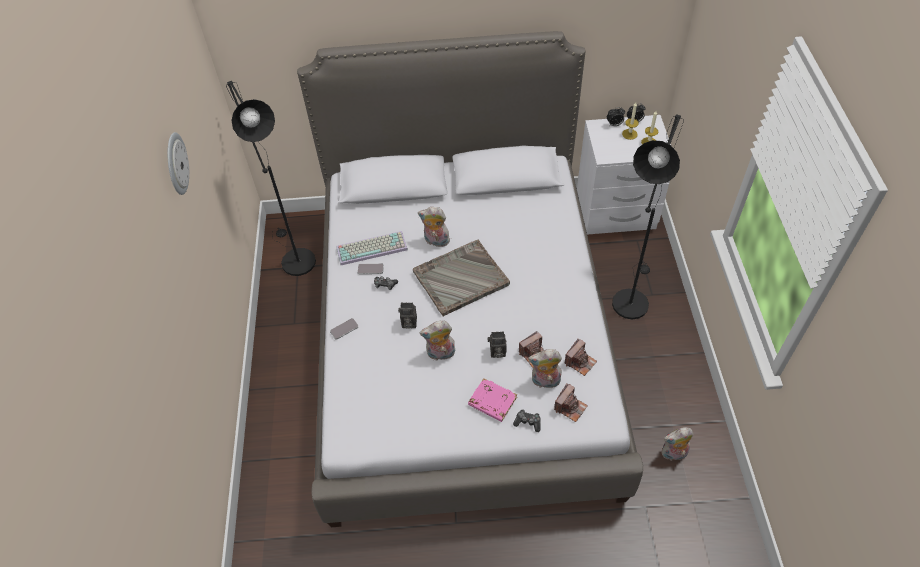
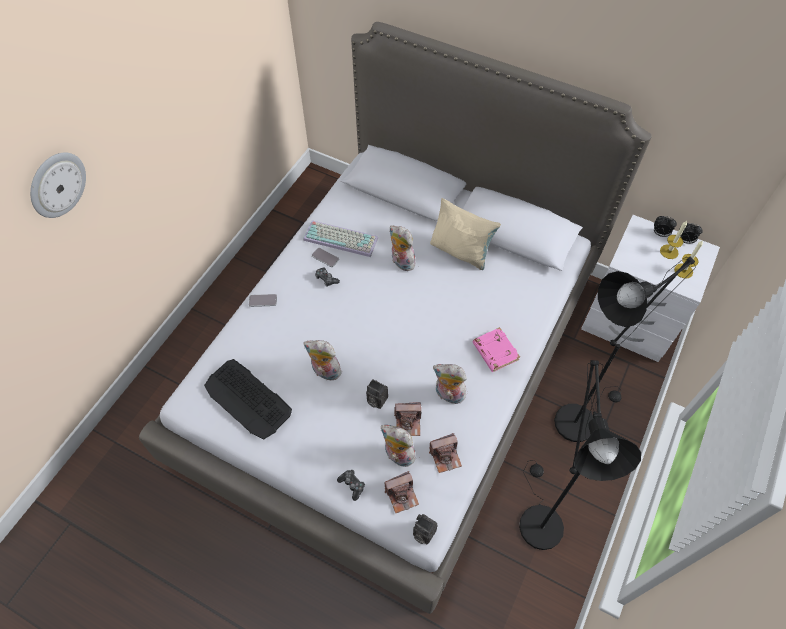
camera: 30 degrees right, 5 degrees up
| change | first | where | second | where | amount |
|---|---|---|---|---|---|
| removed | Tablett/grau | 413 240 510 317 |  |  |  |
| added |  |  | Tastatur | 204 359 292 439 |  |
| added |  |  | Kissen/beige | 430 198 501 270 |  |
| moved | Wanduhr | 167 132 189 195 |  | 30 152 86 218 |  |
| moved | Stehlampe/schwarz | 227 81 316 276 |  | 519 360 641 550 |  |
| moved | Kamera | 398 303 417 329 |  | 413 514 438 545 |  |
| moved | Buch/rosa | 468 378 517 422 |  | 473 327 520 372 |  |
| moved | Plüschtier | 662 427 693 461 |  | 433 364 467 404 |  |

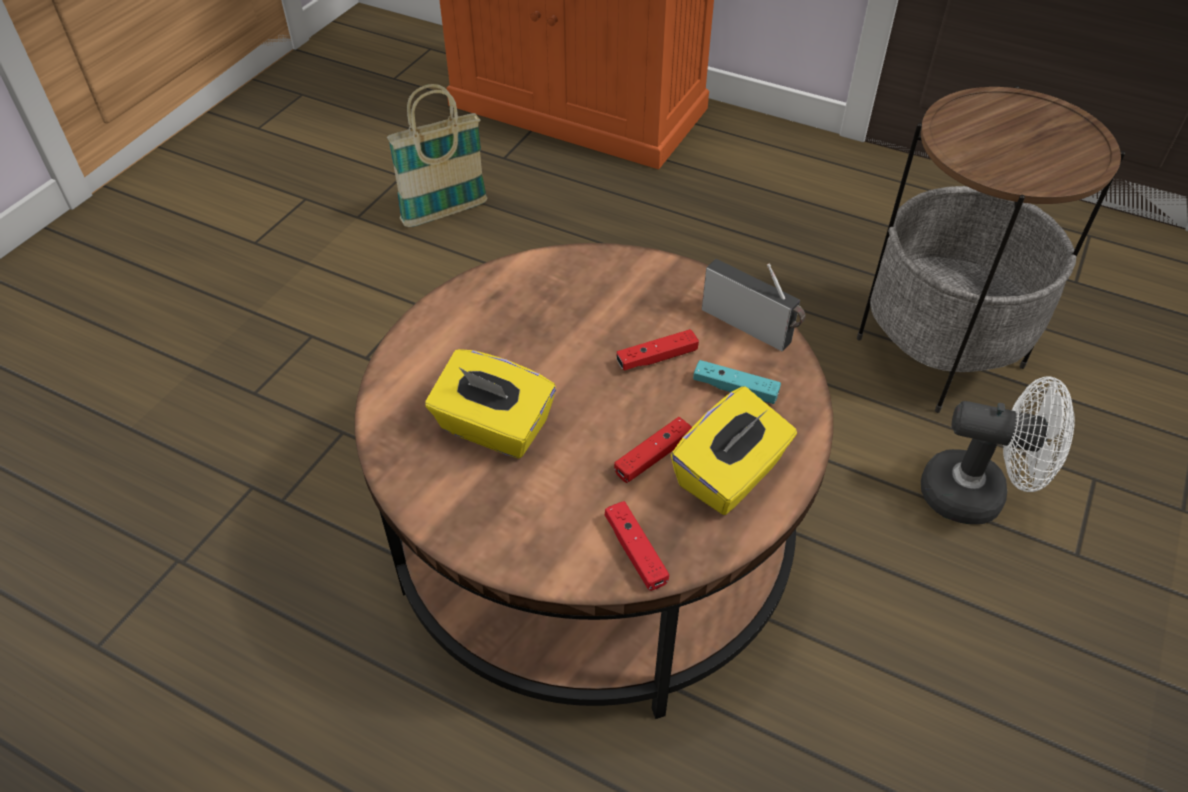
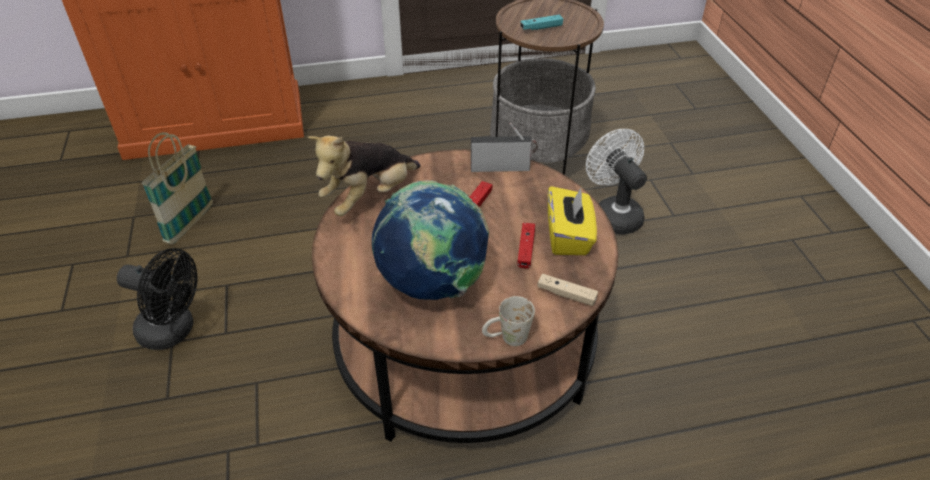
camera: 40 degrees left, 5 degrees down
| change | first | where | second | where | amount |
|---|---|---|---|---|---|
| added |  |  | Ventilator/schwarz | 117 248 198 350 |  |
| added |  |  | Plüschtier | 308 136 420 216 |  |
| added |  |  | Henkelbecher/weiß | 482 296 535 346 |  |
| moved | Gamepad/türkis | 693 360 781 404 |  | 520 15 563 30 |  |
| replaced | Taschentuchbox/gelb | 425 349 556 459 | Globus | 372 180 489 300 |  |
| recoloured | Gamepad/rot | 605 501 669 591 | Gamepad/beige | 537 274 598 306 |  |
| turned | Ventilator/weiß | 921 376 1075 524 |  | 586 129 647 235 | 90 degrees counterclockwise |

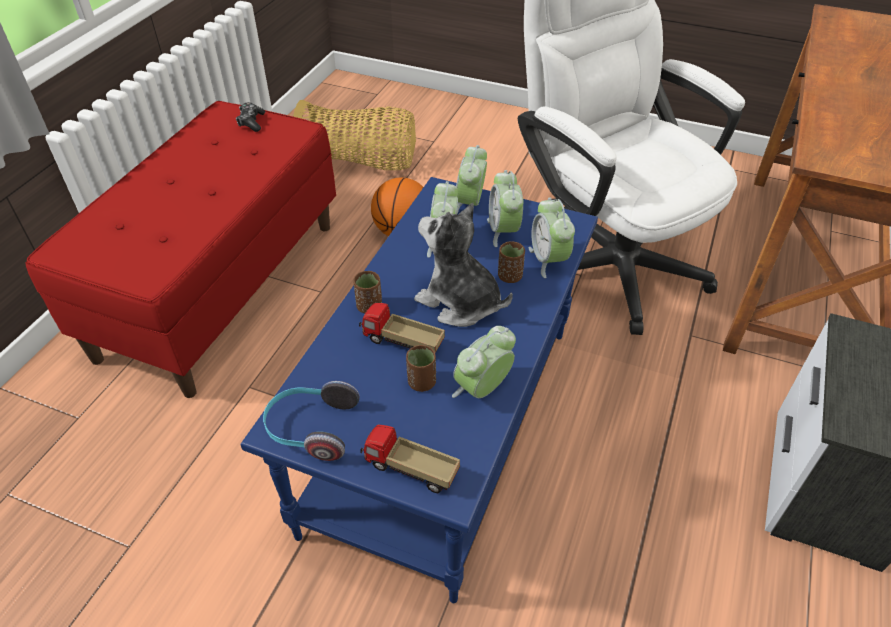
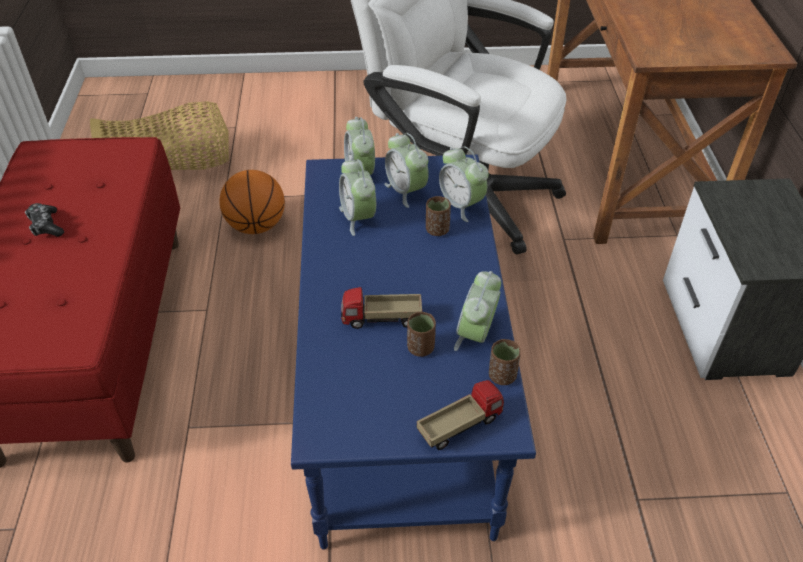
camera: 25 degrees left, 0 degrees up
| change | first | where | second | where | amount |
|---|---|---|---|---|---|
| removed | Kopfhörer | 263 381 360 461 |  |  |  |
| removed | Plüschtier | 414 203 513 327 |  |  |  |
| moved | Gamepad | 236 102 265 132 |  | 25 203 64 237 |  |
| moved | Tasse/braun | 353 271 382 313 |  | 489 339 521 385 |  |
| turned | Spielzeuglaster | 360 424 460 493 |  | 417 380 504 450 | 150 degrees clockwise |

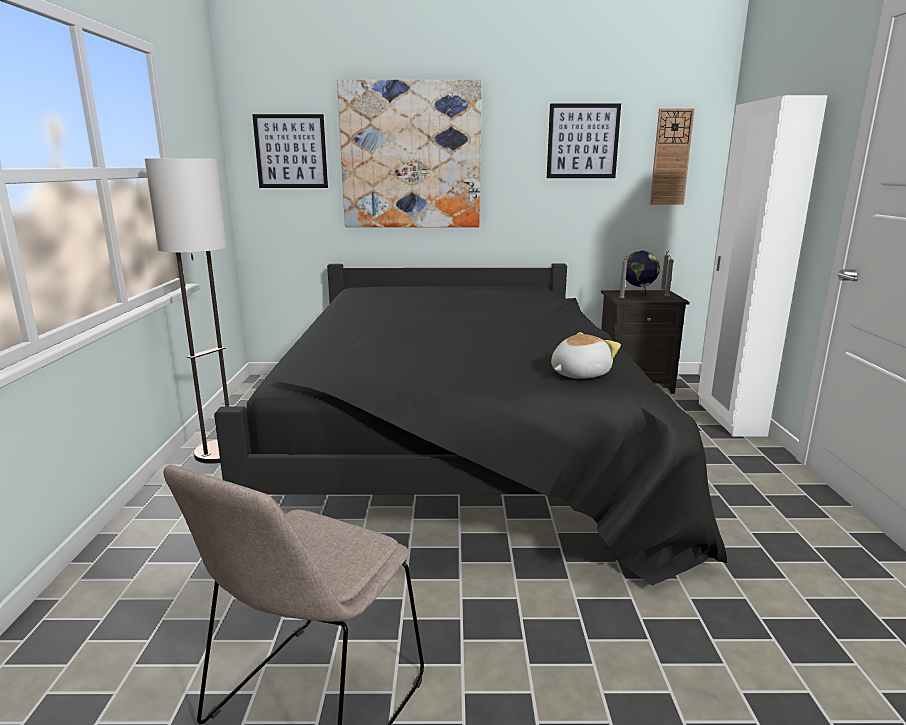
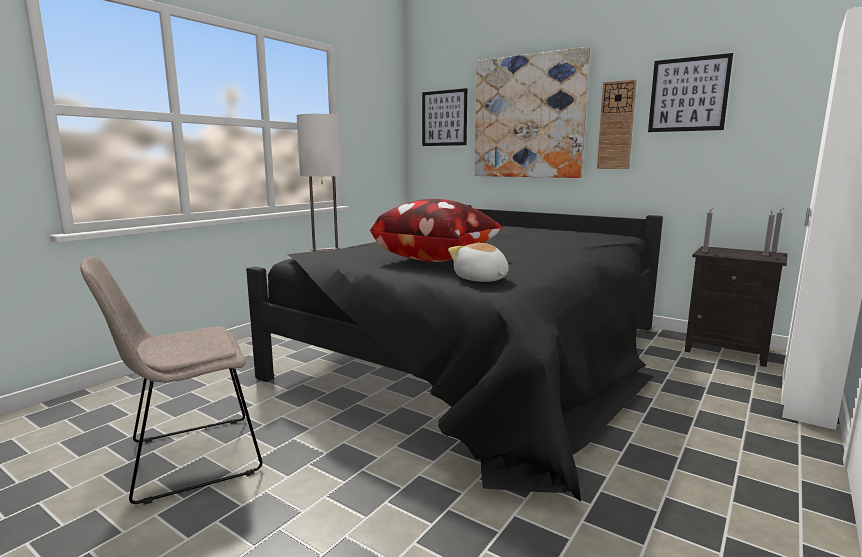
camera: 35 degrees right, 5 degrees down
| change | first | where | second | where | amount |
|---|---|---|---|---|---|
| removed | Globus | 626 251 660 299 |  |  |  |
| added |  |  | Kissen | 369 199 503 262 |  |
| moved | Wanduhr | 650 109 695 205 |  | 597 80 637 169 |  |
| turned | Plüschtier | 551 332 621 379 |  | 448 243 509 282 | 120 degrees counterclockwise |

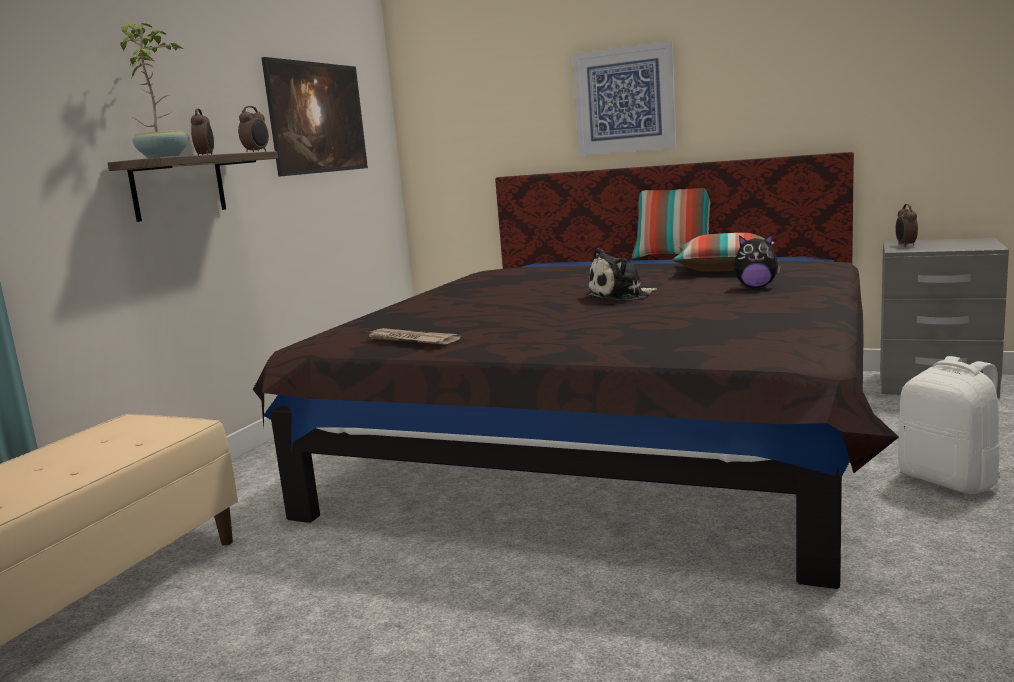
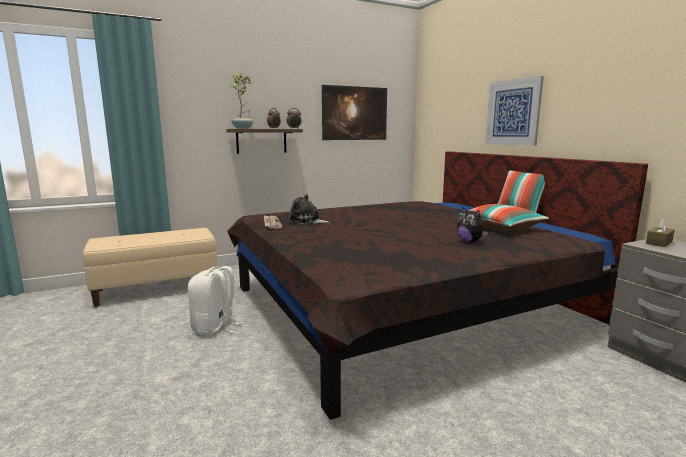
camera: 40 degrees right, 0 degrees up
| change | first | where | second | where | amount |
|---|---|---|---|---|---|
| moved | Plüschtier | 586 248 657 301 |  | 288 194 330 224 |  |
| moved | Rucksack/weiß | 897 356 1000 494 |  | 188 266 243 336 |  |
| replaced | Wecker | 895 204 918 247 | Taschentuchbox/braun | 646 218 675 247 |  |

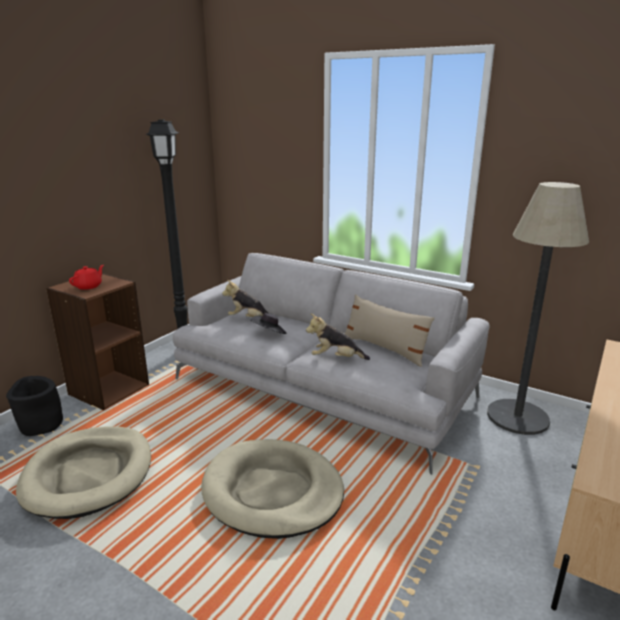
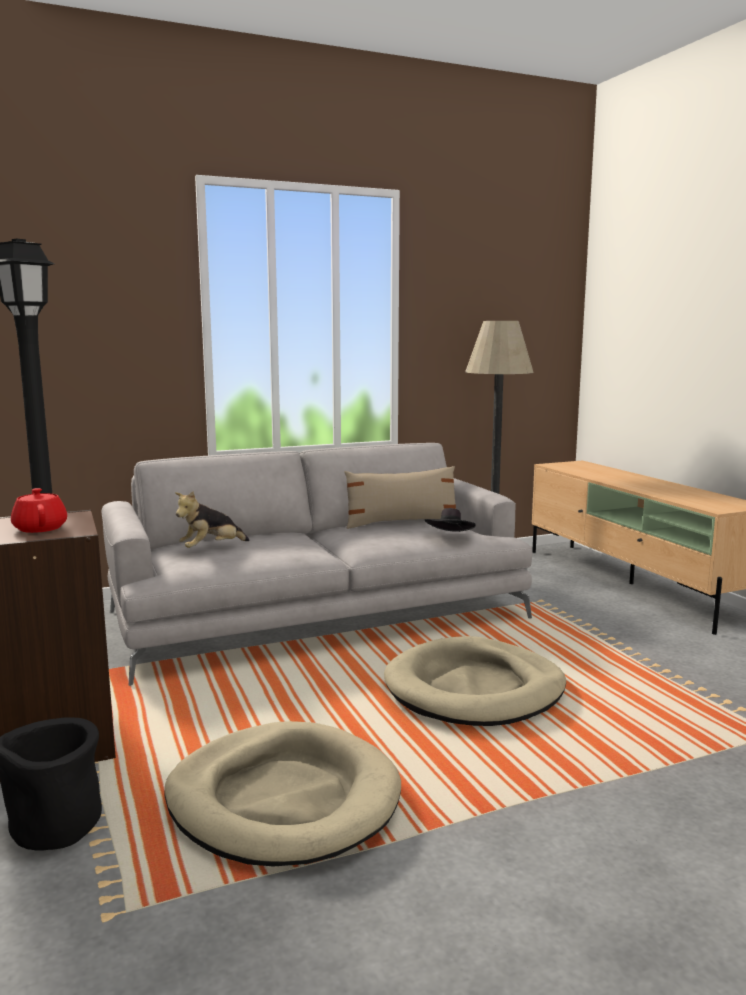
camera: 55 degrees left, 10 degrees down
| change | first | where | second | where | amount |
|---|---|---|---|---|---|
| removed | Plüschtier | 306 314 370 360 |  |  |  |
| moved | Hut/schwarz | 250 313 287 334 |  | 425 508 476 532 |  |

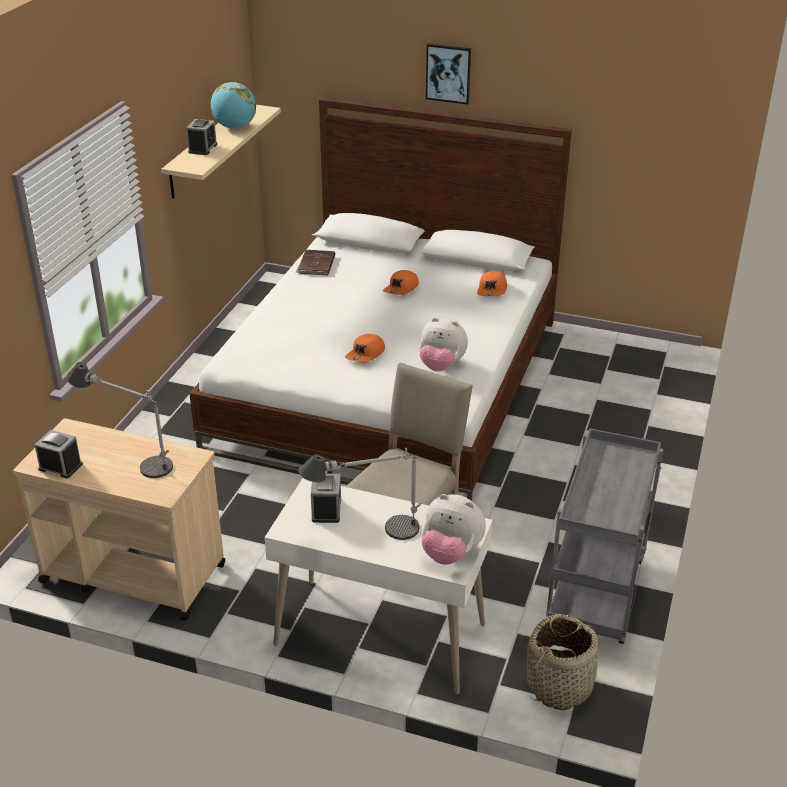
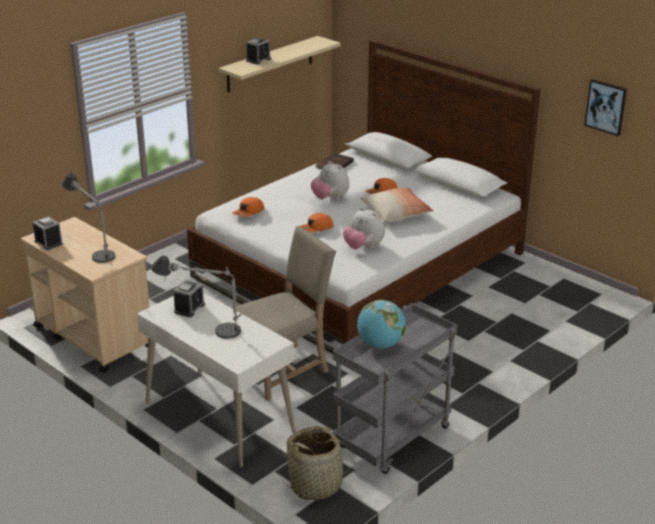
camera: 25 degrees right, 5 degrees down
| change | first | where | second | where | amount |
|---|---|---|---|---|---|
| added |  |  | Kissen | 360 188 434 222 |  |
| moved | Globus | 211 82 256 129 |  | 357 300 406 348 |  |
| moved | Plüschtier | 421 494 486 565 |  | 311 161 349 200 |  |
| moved | Bild | 426 44 471 105 |  | 584 79 627 136 |  |
| moved | Kappe/orange | 477 271 507 296 |  | 232 197 264 217 |  |

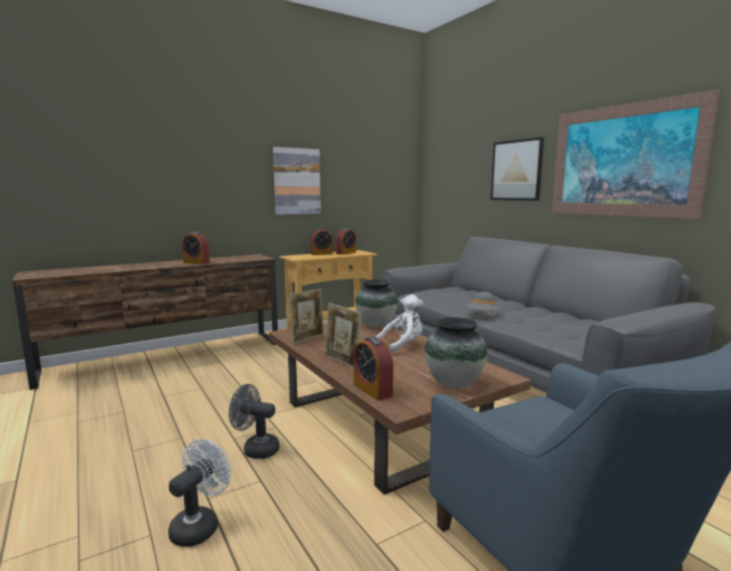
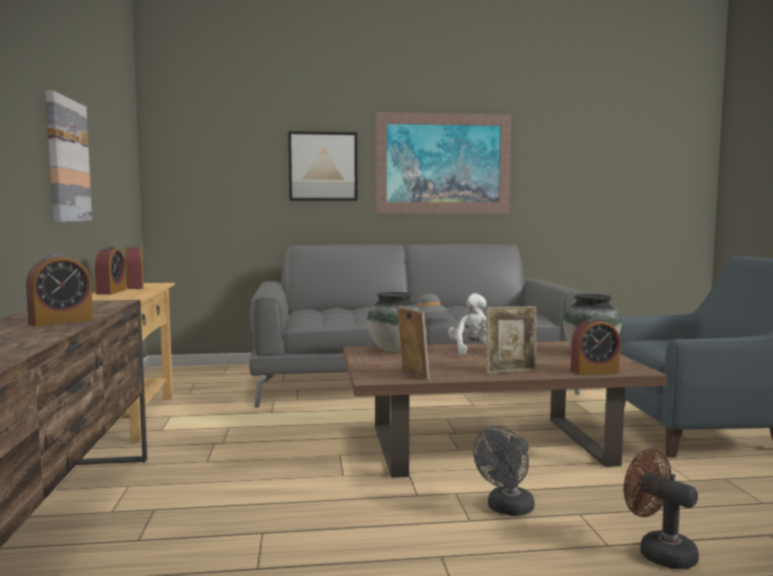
camera: 65 degrees left, 5 degrees down
| change | first | where | second | where | amount |
|---|---|---|---|---|---|
| recoloured | Ventilator/weiß | 168 439 231 547 | Ventilator/braun | 624 449 699 569 |  |

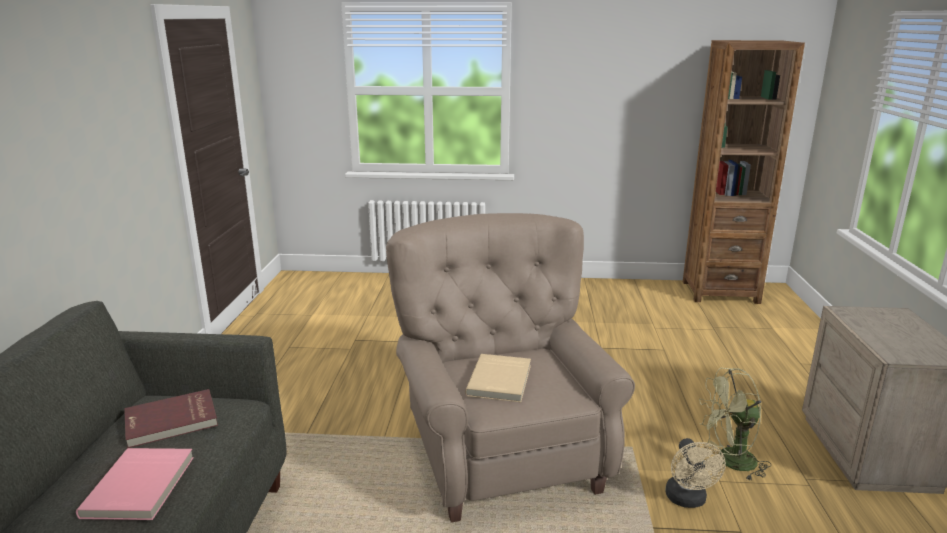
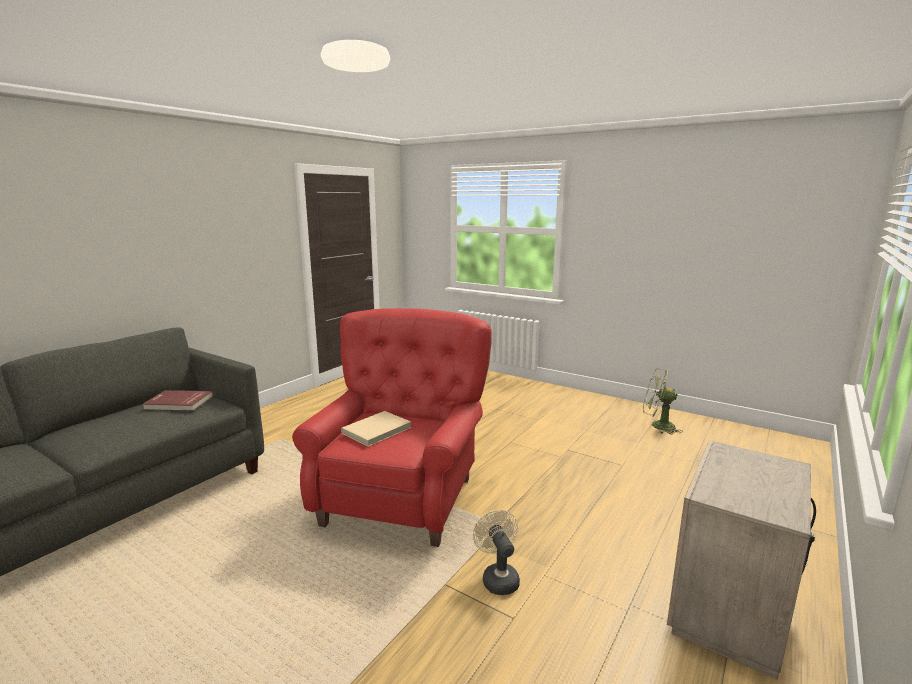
camera: 30 degrees right, 5 degrees down
| change | first | where | second | where | amount |
|---|---|---|---|---|---|
| removed | Buch/rosa | 76 448 194 520 |  |  |  |
| removed | Bücherregal/braun | 683 40 805 304 |  |  |  |
| moved | Ventilator/grün | 699 368 771 480 |  | 643 368 683 435 |  |
| recoloured | Sessel/beige | 386 213 635 523 | Sessel/rot | 292 308 492 547 |  |
| turned | Ventilator/beige | 665 438 726 508 |  | 473 510 520 595 | 135 degrees clockwise |

